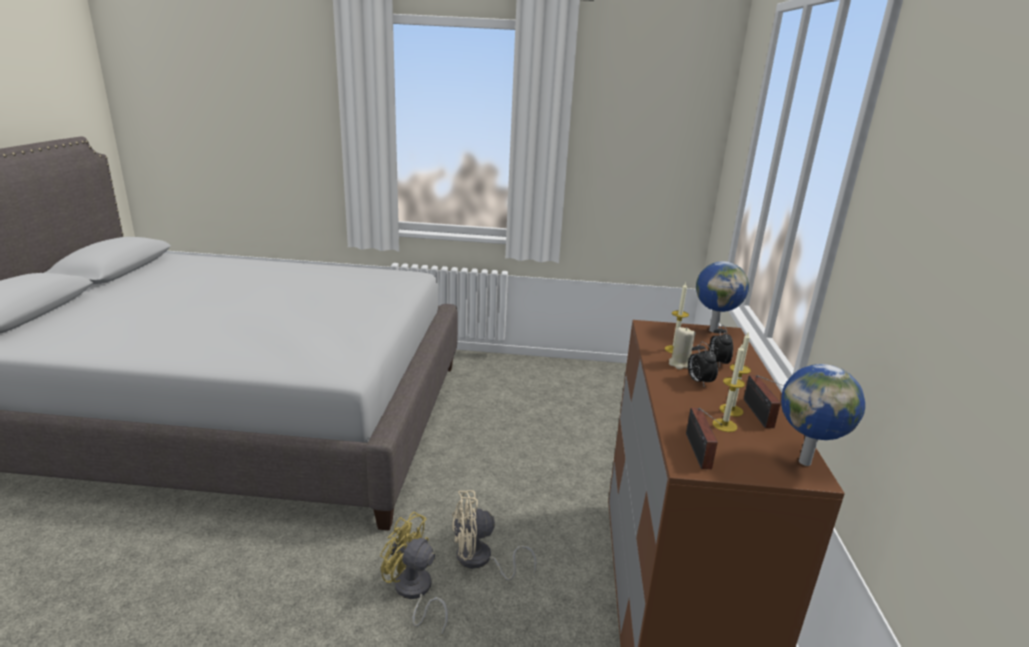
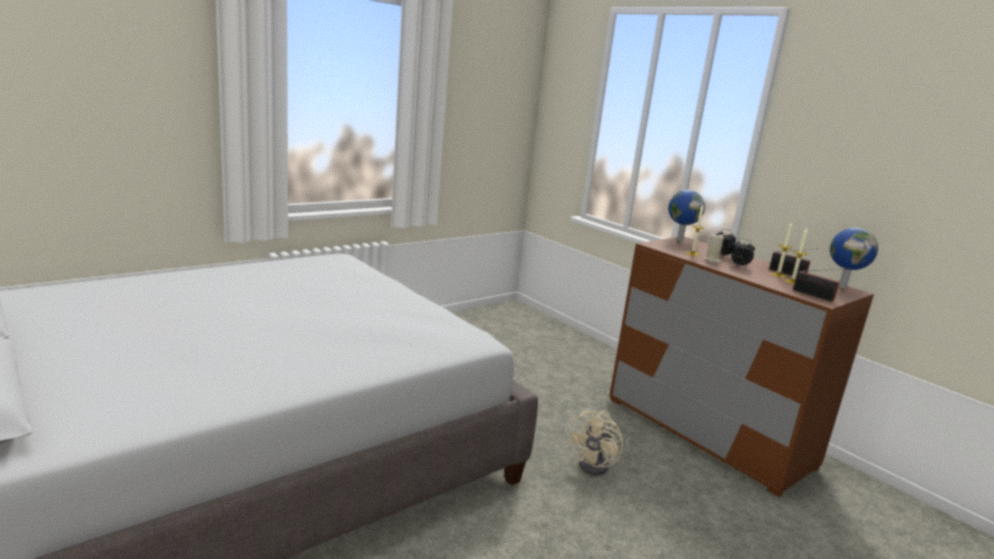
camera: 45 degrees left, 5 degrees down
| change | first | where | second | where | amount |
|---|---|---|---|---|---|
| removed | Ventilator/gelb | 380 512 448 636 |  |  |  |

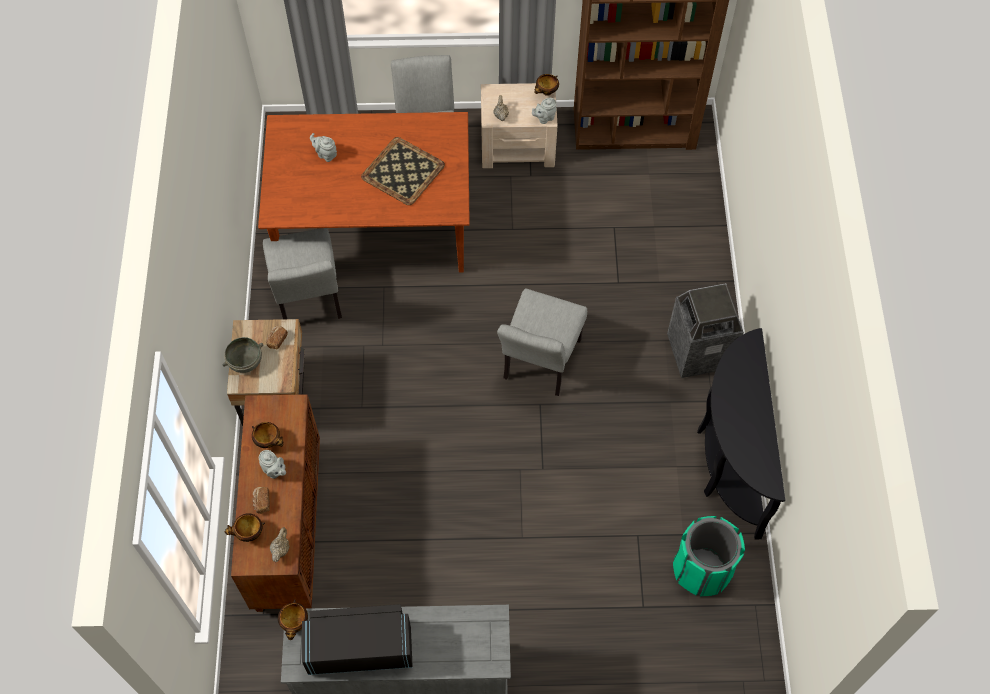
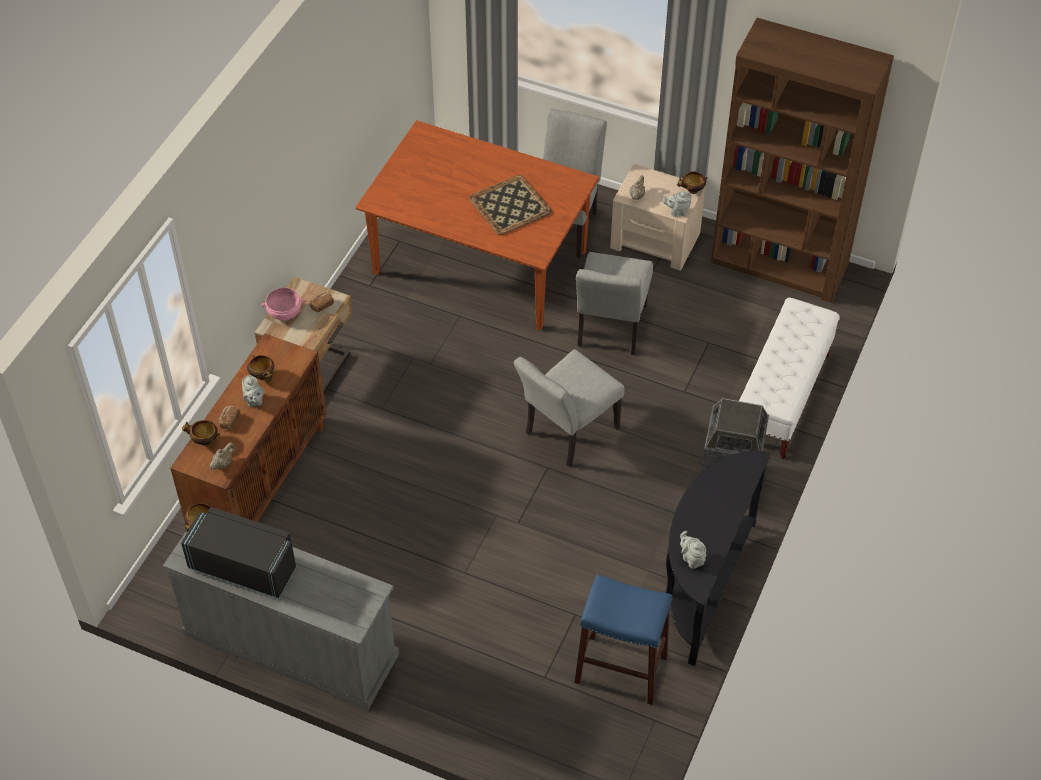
camera: 25 degrees right, 10 degrees down
| change | first | where | second | where | amount |
|---|---|---|---|---|---|
| added |  |  | Bank/weiß | 739 298 840 459 |  |
| moved | Stuhl/grau | 263 228 342 319 |  | 576 252 653 355 |  |
| moved | Teekanne/grau | 310 133 337 162 |  | 680 531 706 569 |  |
| replaced | Mülleimer/grün | 673 516 745 596 | Hocker/blau | 574 574 672 705 |  |
| recoloured | Schüssel/grau | 222 337 263 373 | Schüssel/rosa | 261 288 305 321 |  |

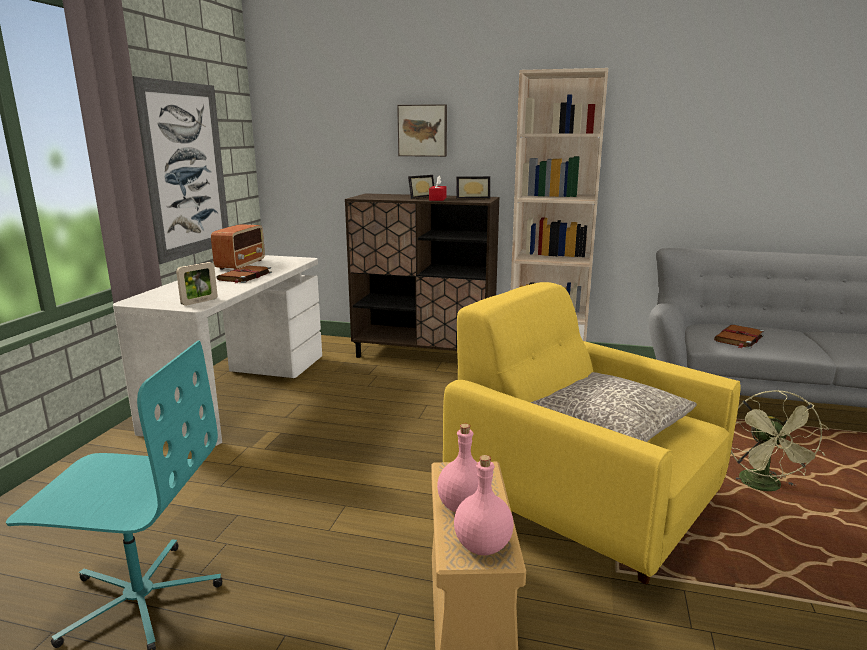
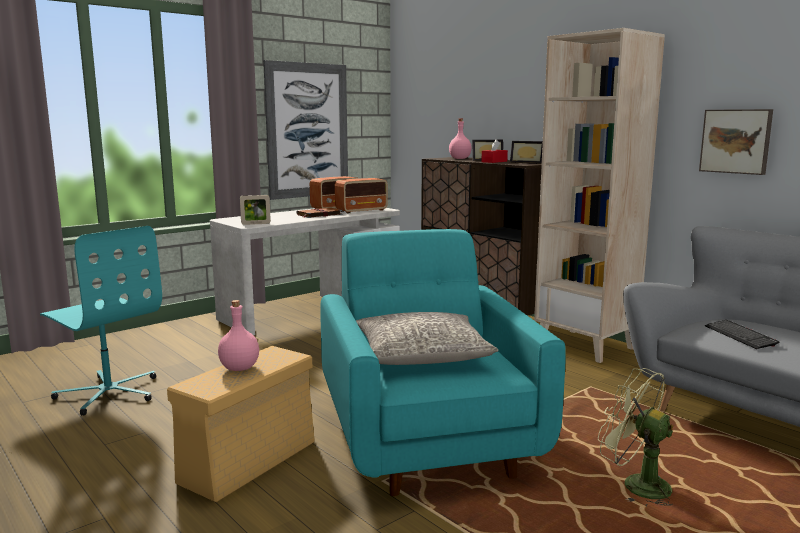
camera: 35 degrees right, 5 degrees down
| change | first | where | second | where | amount |
|---|---|---|---|---|---|
| added |  |  | Radio | 335 178 388 214 |  |
| moved | Bild | 397 104 447 157 |  | 699 109 773 175 |  |
| moved | Flasche/rosa | 454 455 514 555 |  | 449 118 472 159 |  |
| replaced | Buch/braun | 714 325 765 349 | Tastatur | 705 320 780 349 |  |
| recoloured | Sessel/gelb | 443 282 741 584 | Sessel/türkis | 320 229 566 496 |  |
| turned | Ventilator/grün | 731 390 829 491 |  | 598 368 673 506 | 90 degrees clockwise |

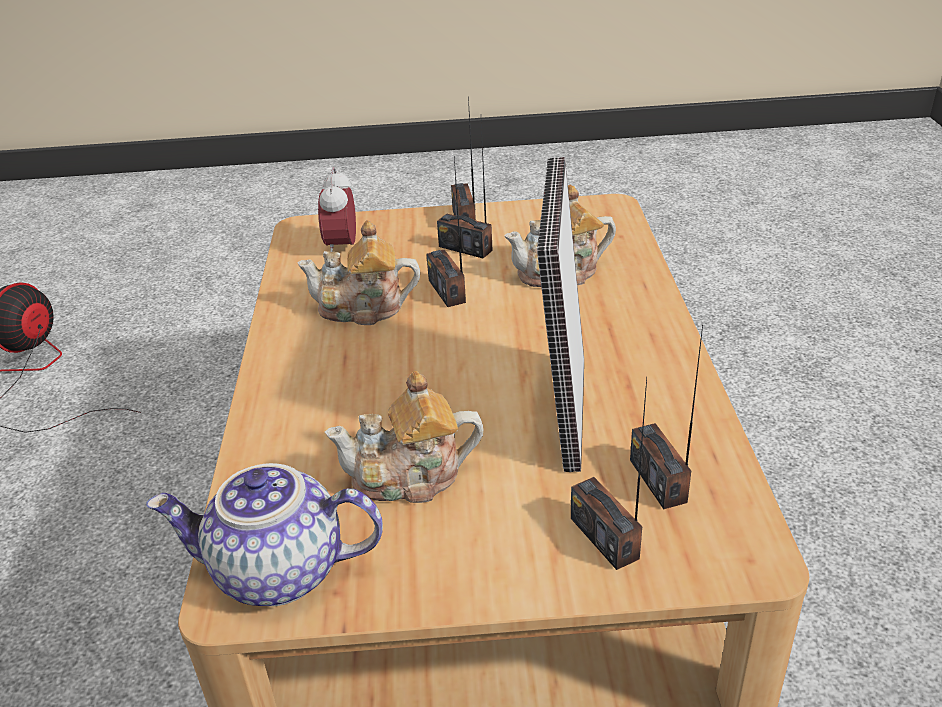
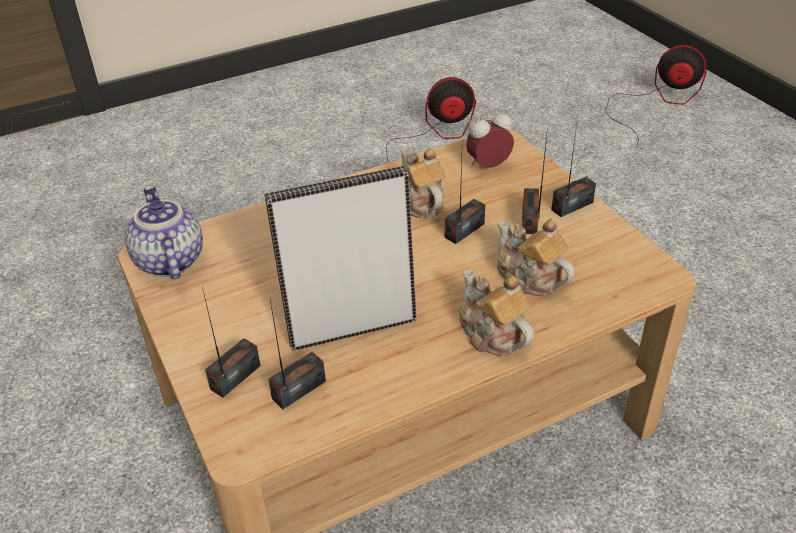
camera: 65 degrees right, 5 degrees up
| change | first | where | second | where | amount |
|---|---|---|---|---|---|
| added |  |  | Ventilator | 605 45 707 146 |  |
| moved | Teekanne | 325 371 483 503 |  | 459 270 534 356 |  |

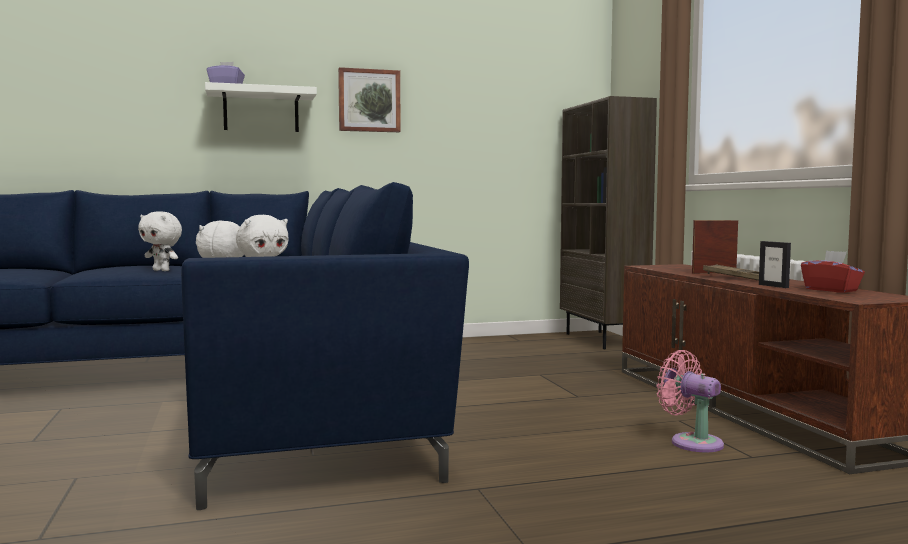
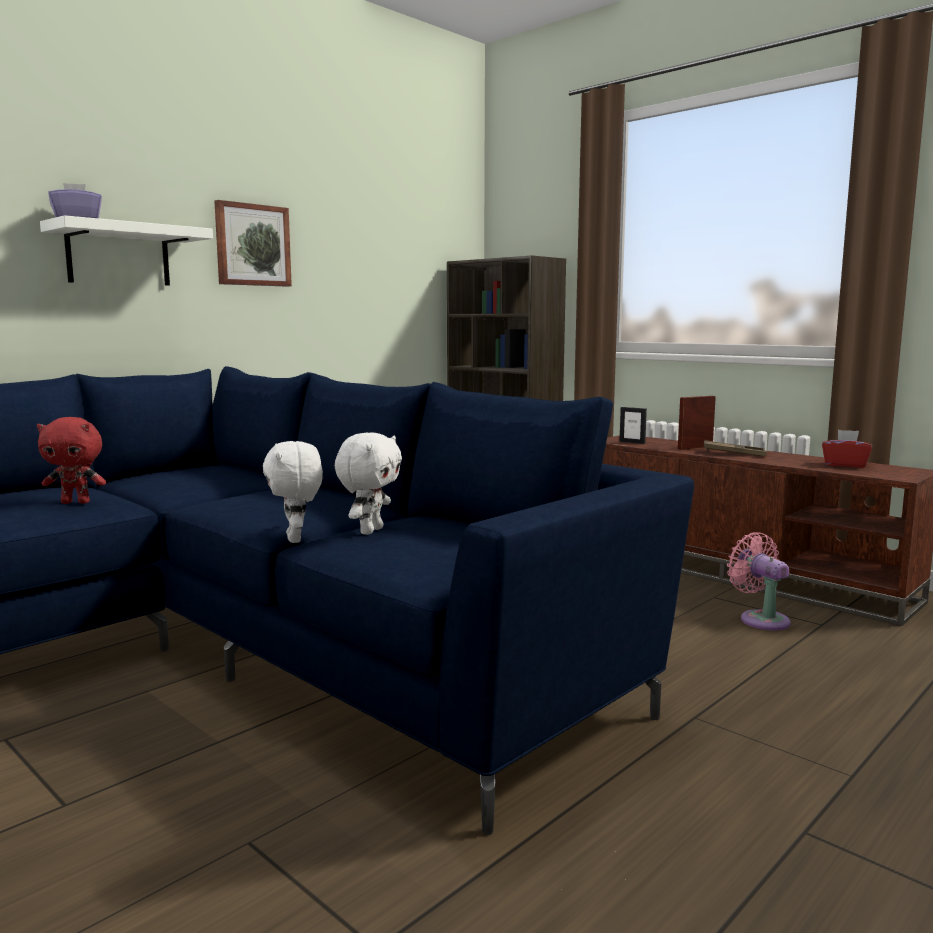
camera: 30 degrees left, 5 degrees up
| change | first | where | second | where | amount |
|---|---|---|---|---|---|
| moved | Bilderrahmen | 759 241 791 288 |  | 619 407 647 444 |  |
| recoloured | Plüschtier/weiß | 138 211 182 271 | Plüschtier/rot | 37 417 106 504 |  |
| turned | Ventilator/rosa | 656 350 724 452 |  | 727 532 791 630 | 45 degrees clockwise |

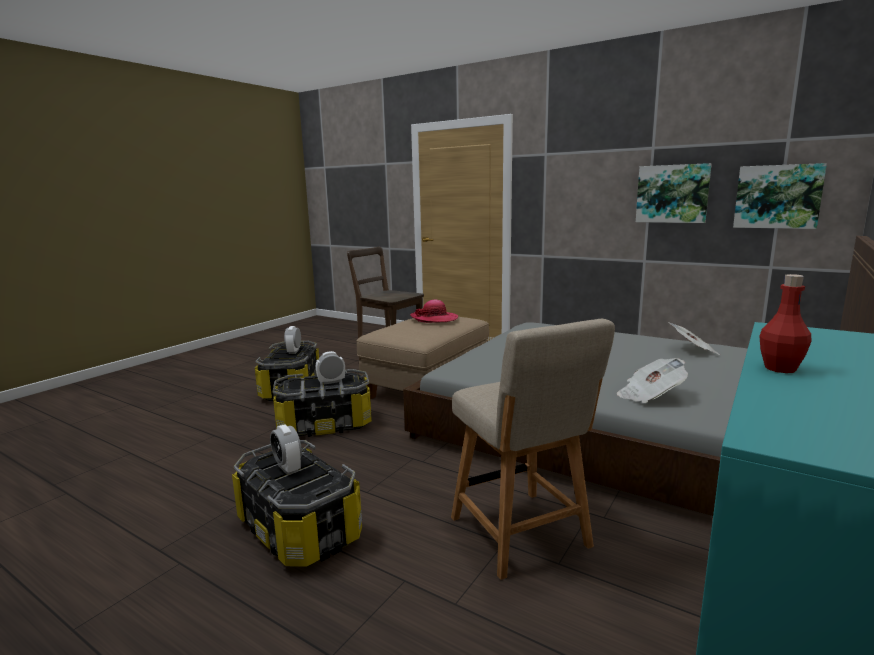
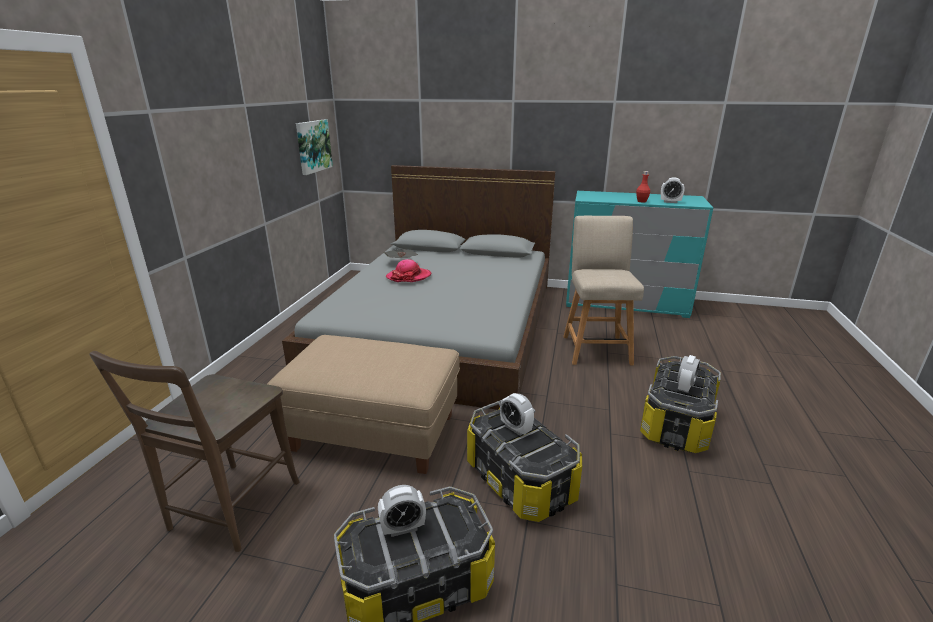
camera: 110 degrees left, 10 degrees up
| change | first | where | second | where | amount |
|---|---|---|---|---|---|
| removed | Zeitung | 617 358 688 403 |  |  |  |
| removed | Bild | 636 163 712 223 |  |  |  |
| added |  |  | Wecker | 661 178 685 203 |  |
| moved | Hut | 410 299 458 323 |  | 386 259 431 282 |  |
| turned | Stuhl/beige | 451 319 615 580 |  | 563 216 644 365 | 45 degrees counterclockwise |

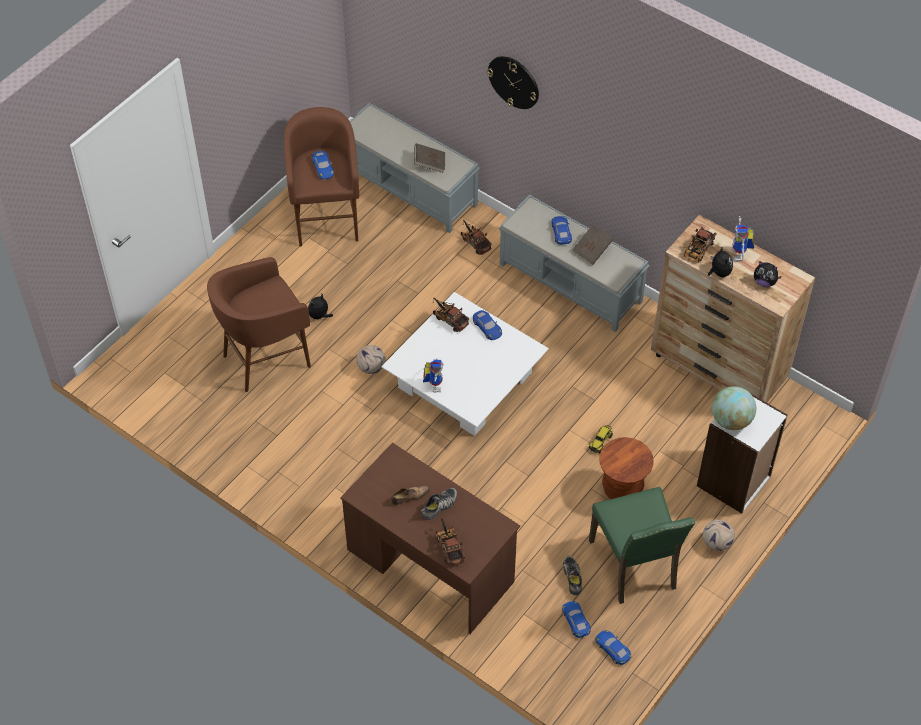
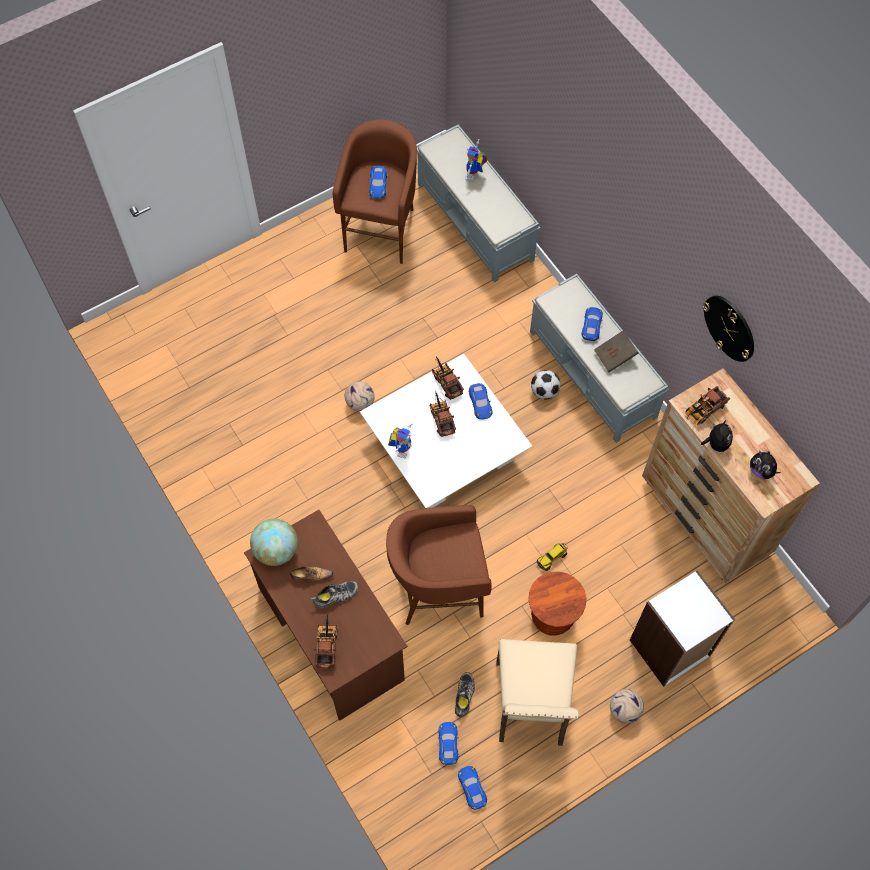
camera: 20 degrees right, 10 degrees up
| change | first | where | second | where | amount |
|---|---|---|---|---|---|
| removed | Plüschtier | 308 294 333 319 |  |  |  |
| removed | Buch/braun | 414 143 445 173 |  |  |  |
| added |  |  | Fußball | 531 370 561 399 |  |
| moved | Hocker/braun | 207 257 311 392 |  | 386 505 492 625 |  |
| moved | Spielzeuglaster | 461 220 492 255 |  | 429 391 456 437 |  |
| moved | Wanduhr | 487 56 539 109 |  | 703 295 754 362 |  |
| moved | Globus | 712 386 756 430 |  | 250 518 298 566 |  |
| moved | Spielzeugroboter | 732 216 754 261 |  | 465 139 487 182 |  |
| recoloured | Stuhl/grün | 589 486 695 604 | Stuhl/beige | 496 639 579 746 |  |

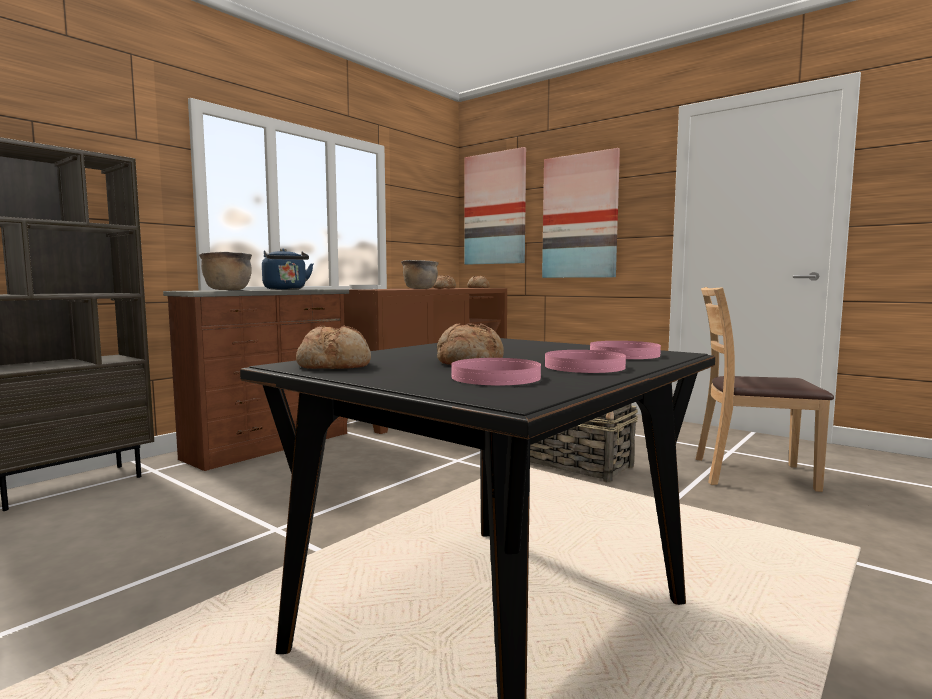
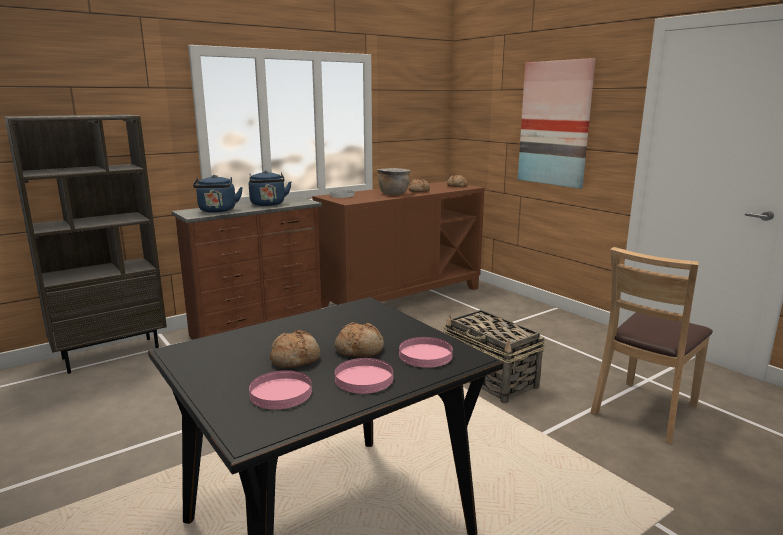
camera: 15 degrees right, 10 degrees up
| change | first | where | second | where | amount |
|---|---|---|---|---|---|
| removed | Bild | 465 147 526 265 |  |  |  |
| moved | Brot | 296 325 371 369 |  | 335 322 384 357 |  |
| replaced | Kochtopf/braun | 199 252 252 290 | Wasserkessel/blau | 193 175 243 213 |  |
| turned | Stuhl/braun | 696 287 834 492 |  | 590 247 713 444 | 75 degrees counterclockwise |

